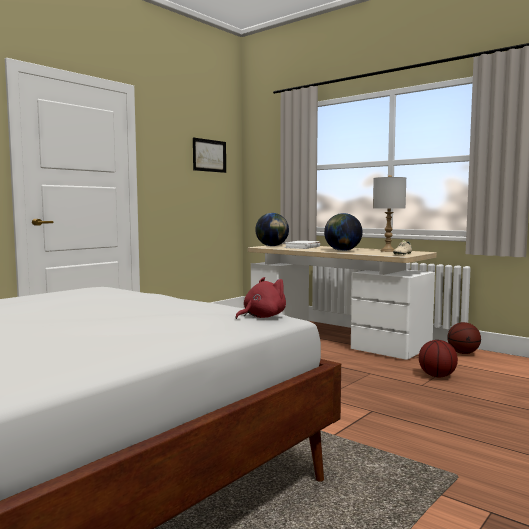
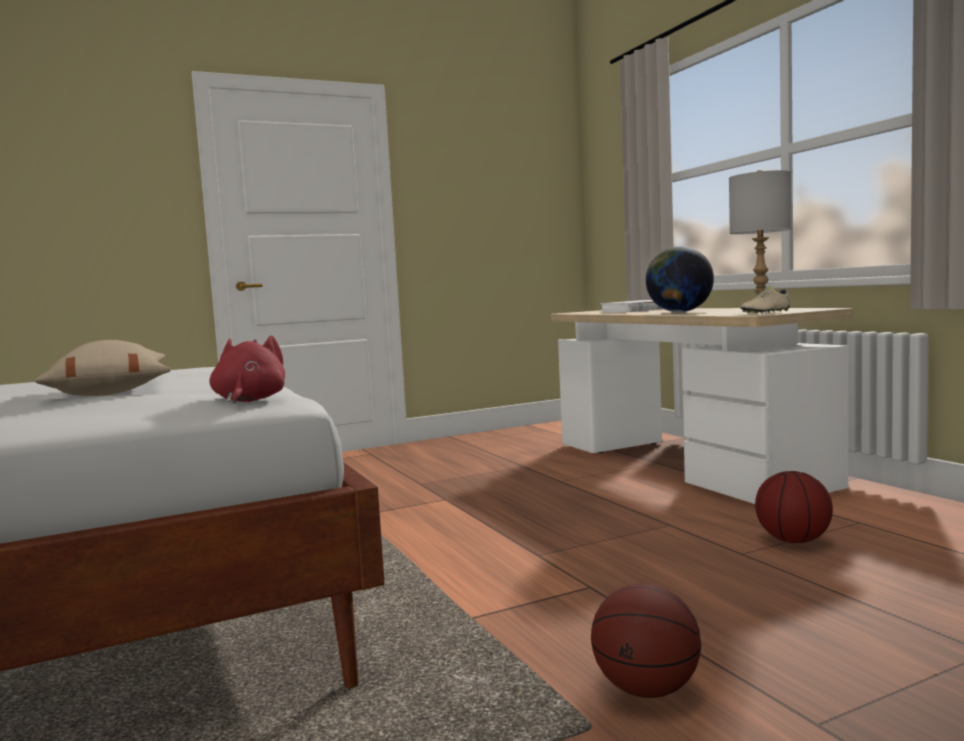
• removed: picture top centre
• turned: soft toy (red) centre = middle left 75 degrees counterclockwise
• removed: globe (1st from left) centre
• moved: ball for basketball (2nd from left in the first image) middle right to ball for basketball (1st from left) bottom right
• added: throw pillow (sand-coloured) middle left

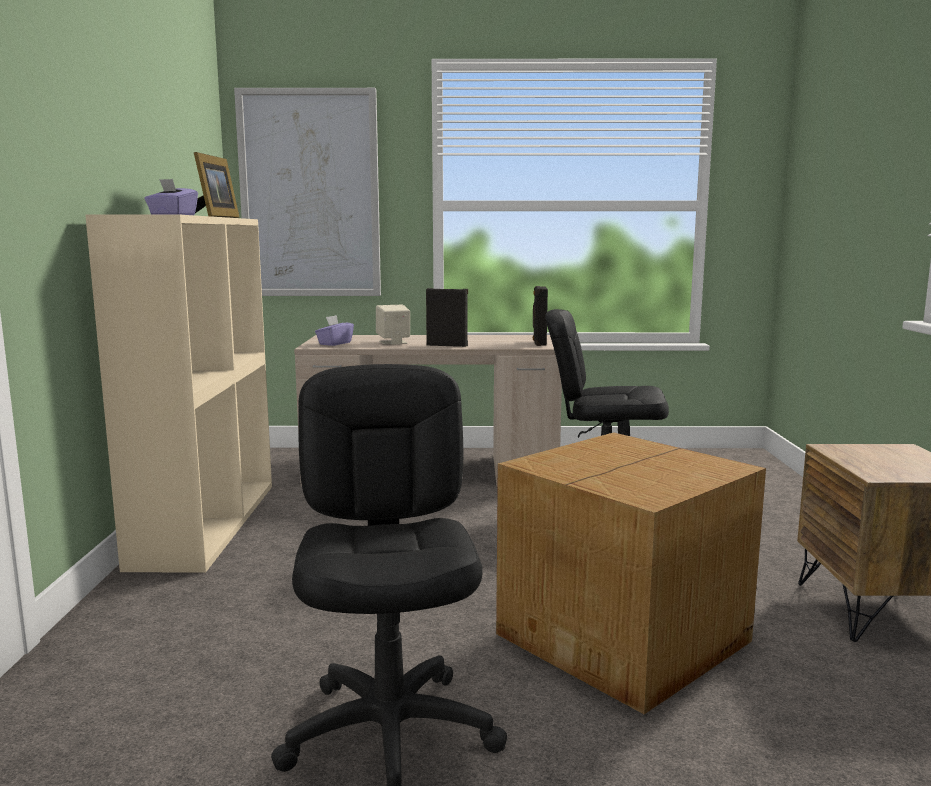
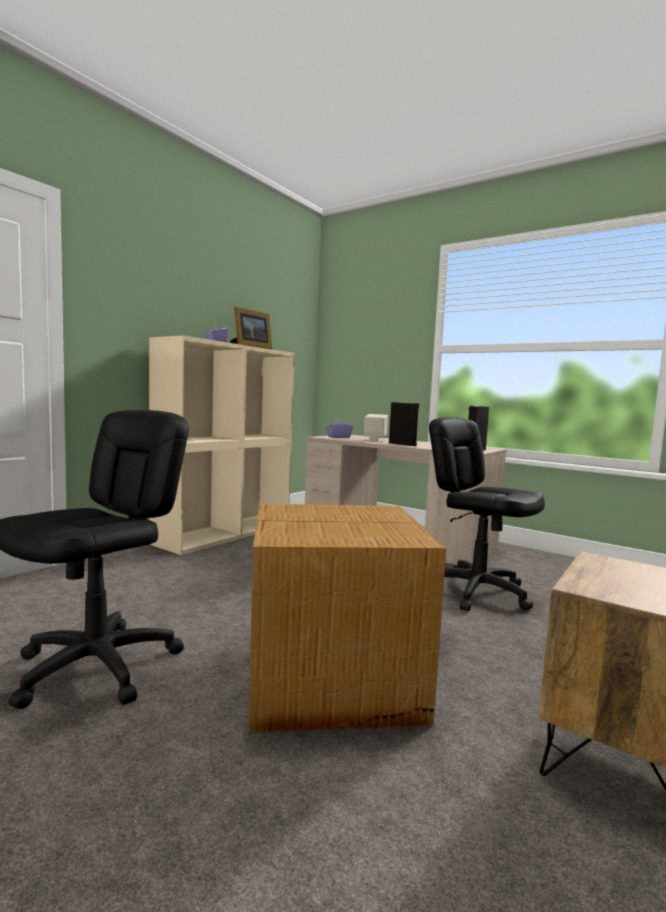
• removed: picture top left

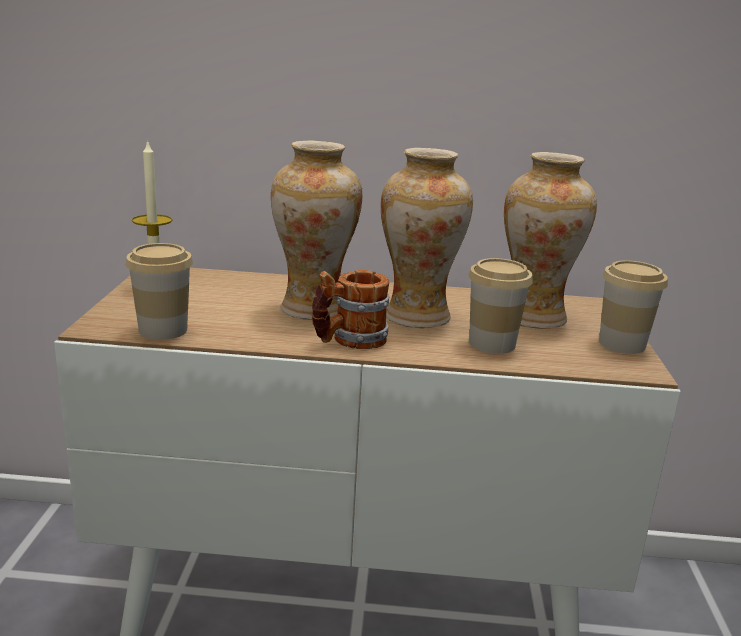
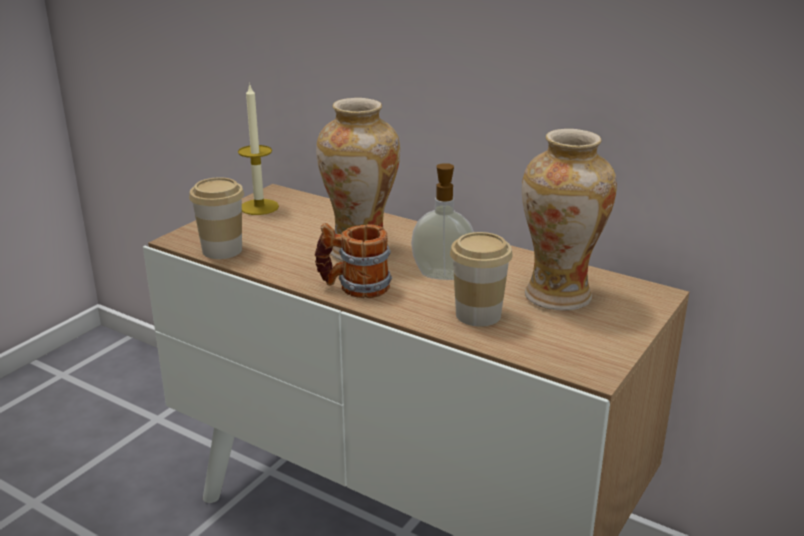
• replaced: flower vase (2nd from left) centre to liquid soap bottle centre
• removed: cup (3rd from left) middle right

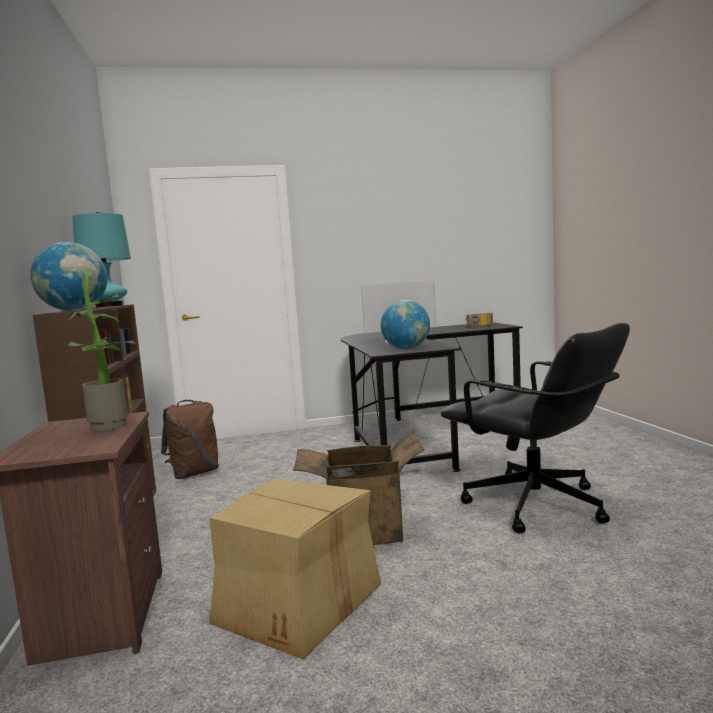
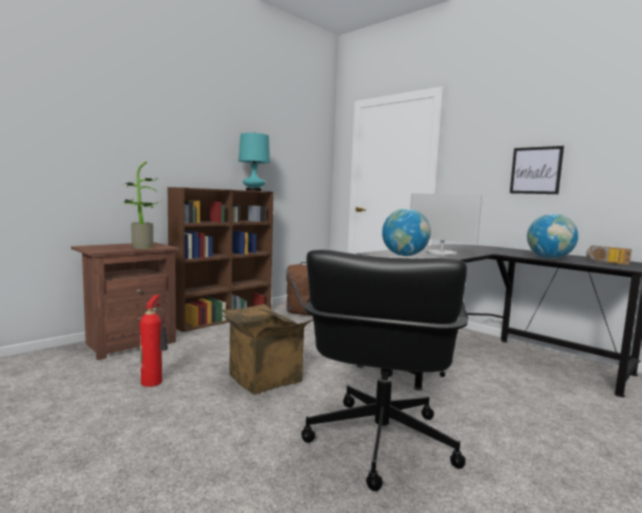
• moved: globe (1st from left in the first image) middle left to globe (2nd from left) middle right
• replaced: cardboard box (1st from left) bottom centre to fire-fighting cylinder middle left
• added: picture top right

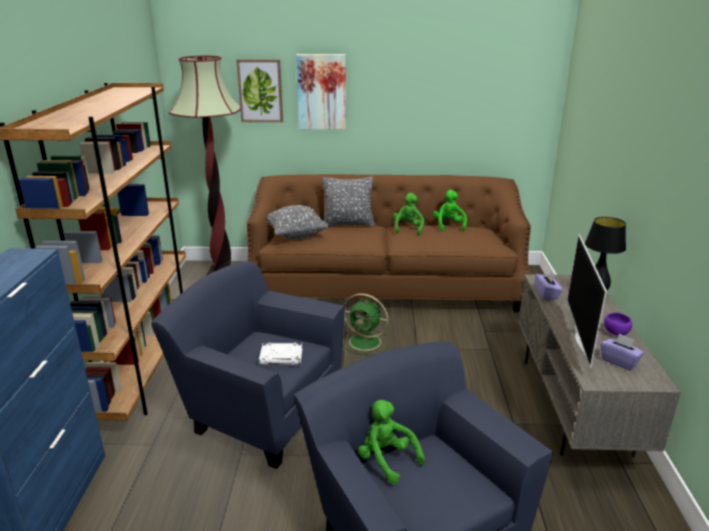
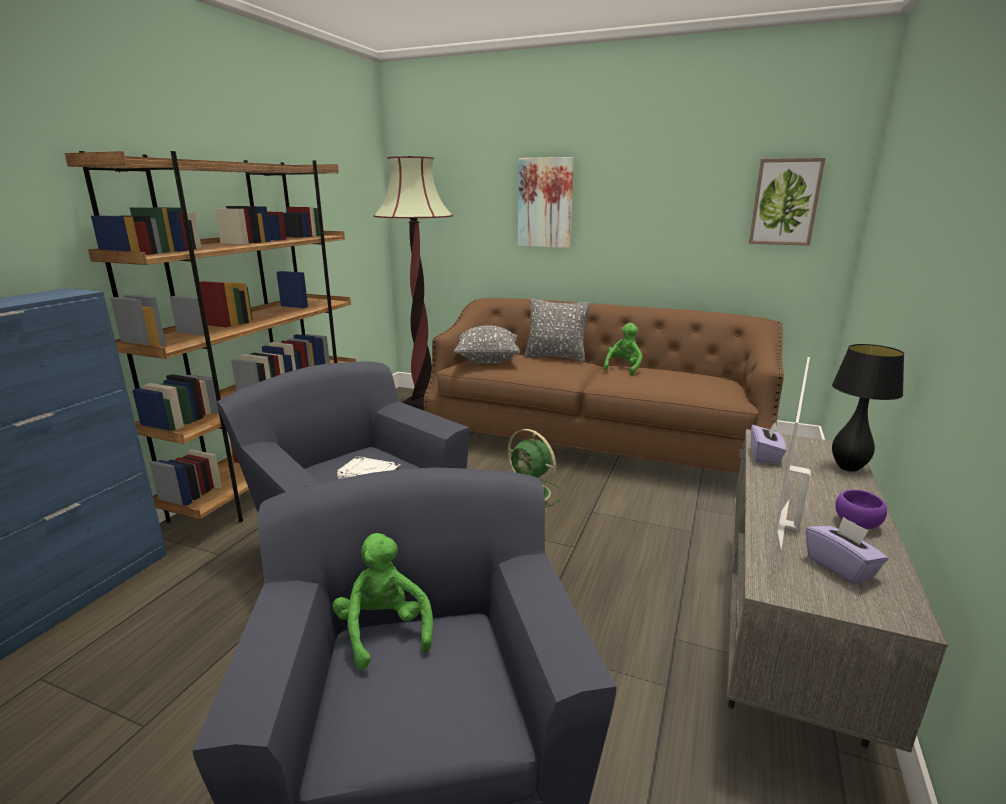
• moved: picture (1st from left in the first image) top centre to picture (2nd from left) top right
• removed: soft toy (green-coloured) (3rd from left) centre

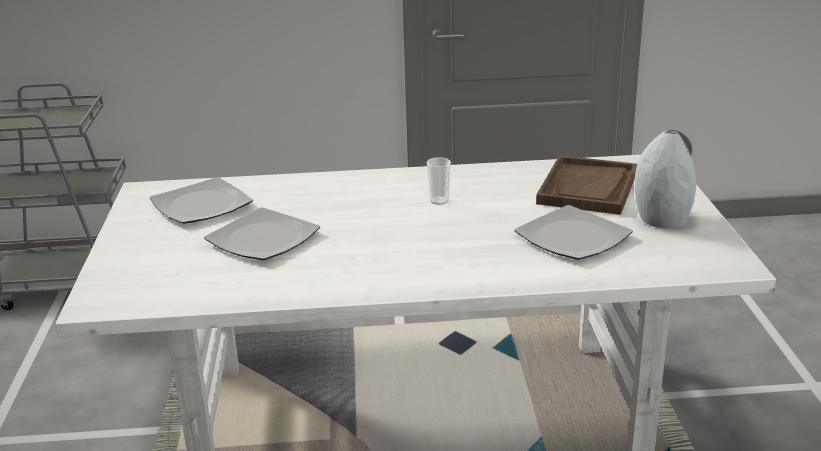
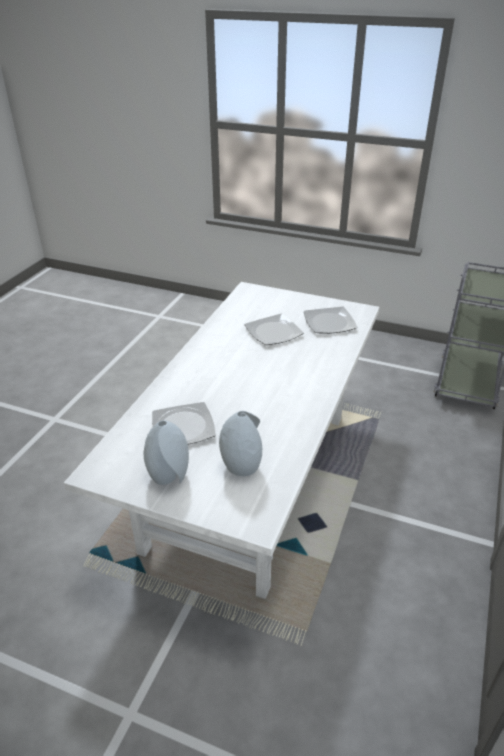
• removed: cup centre
• replaced: carrying tray (brown) middle right to flower vase (greyish) (2nd from left) centre

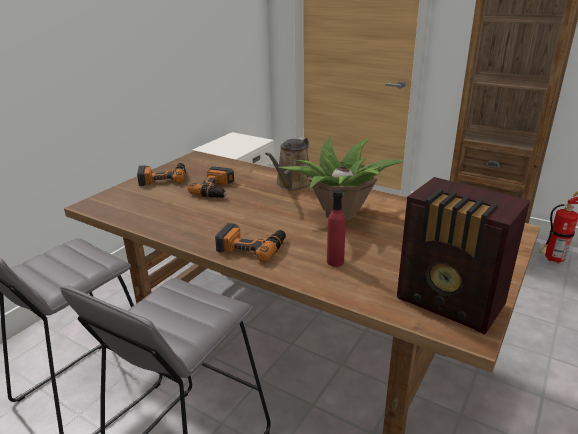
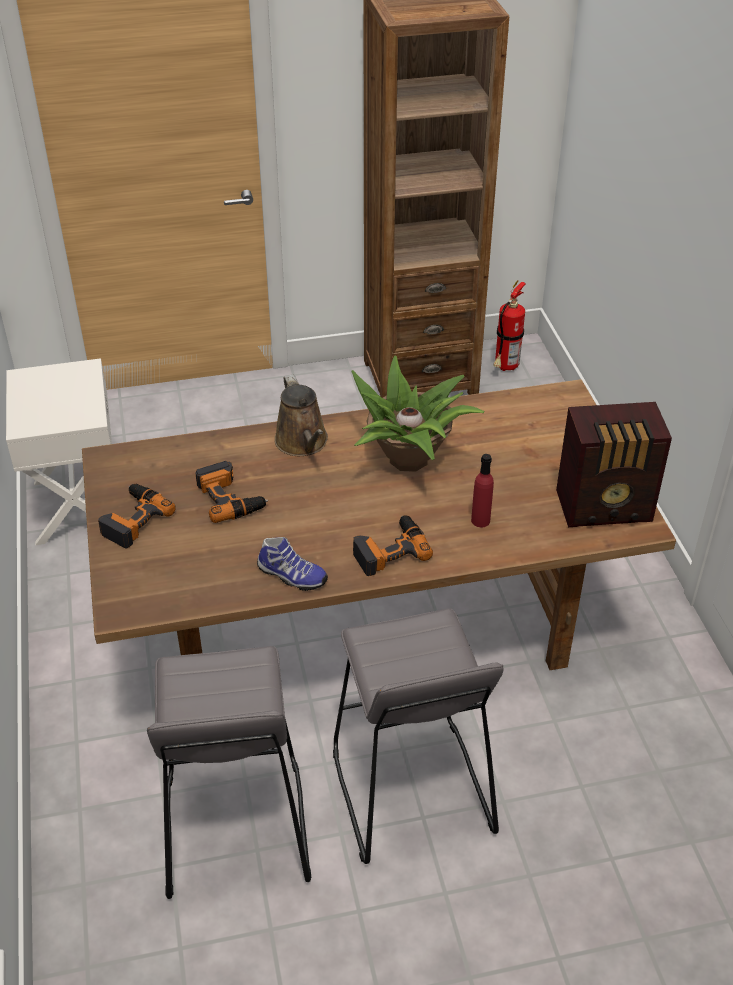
• added: shoe centre

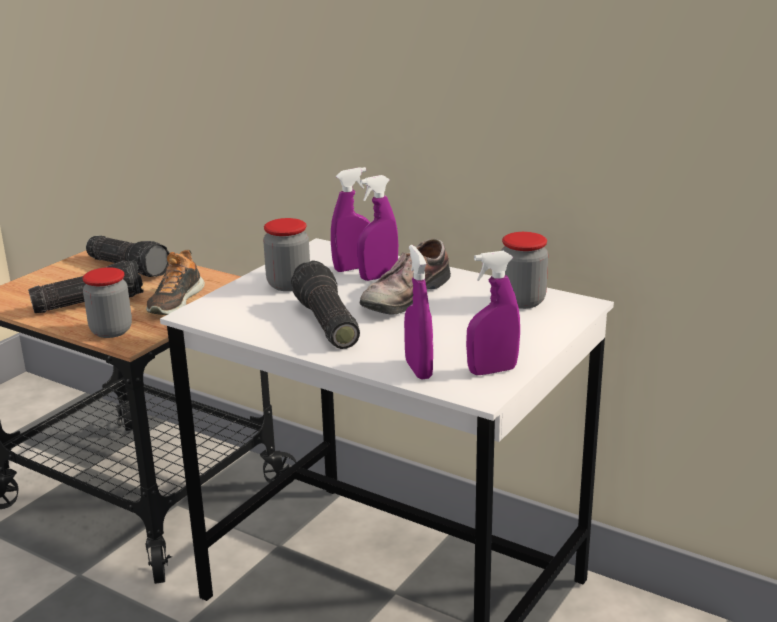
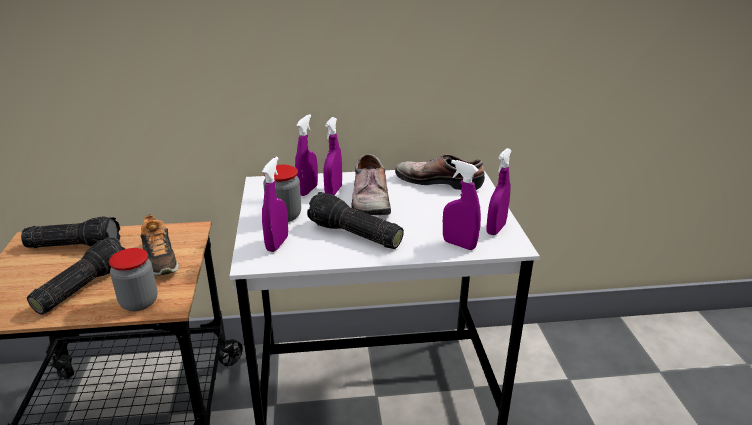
• replaced: storage jar (3rd from left) middle right to shoe (3rd from left) centre
• added: spray bottle (purple) (1st from left) centre

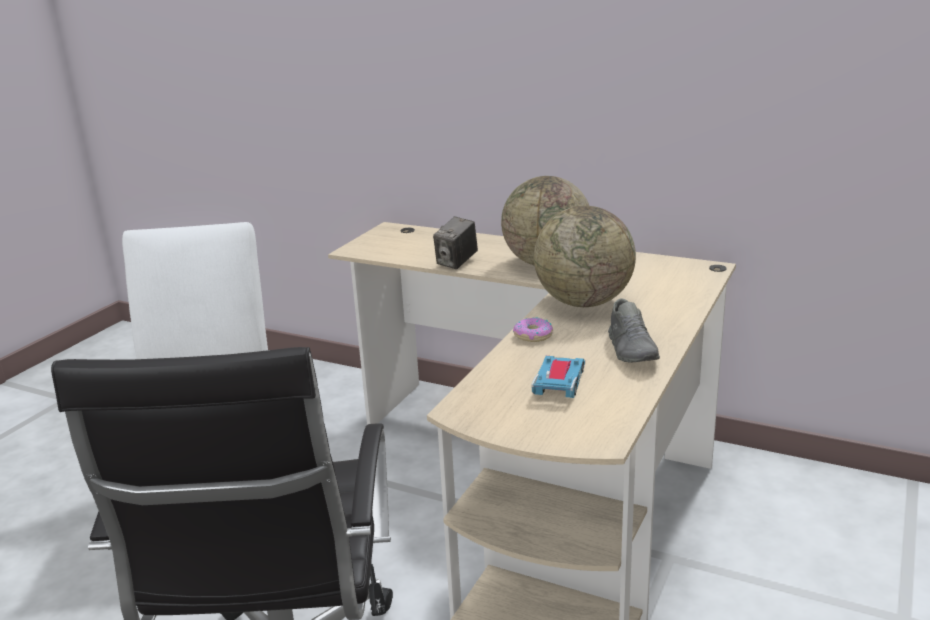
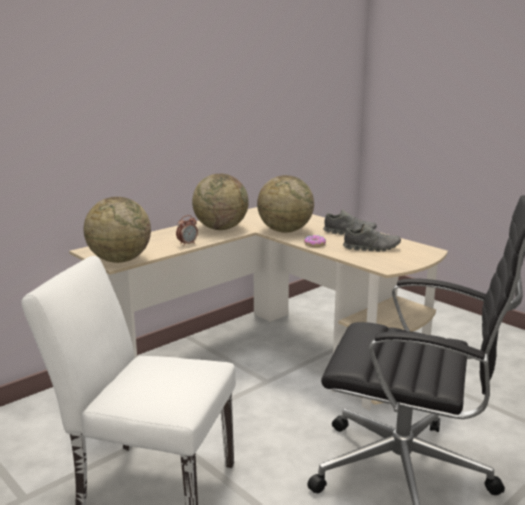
• replaced: still camera centre to table clock centre
• replaced: toy car centre to shoe (greyish) (2nd from left) middle right
• added: globe (1st from left) middle left

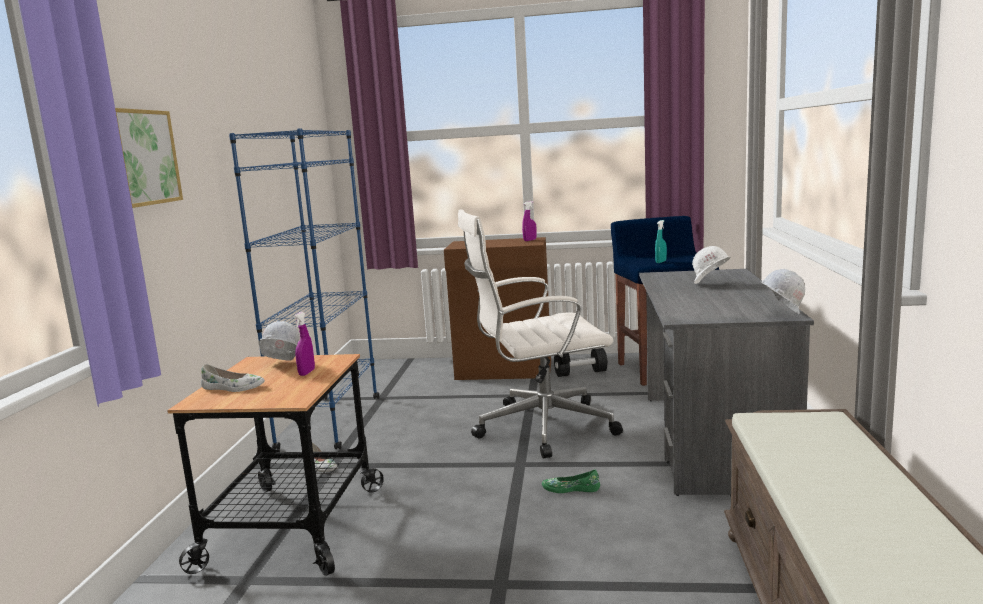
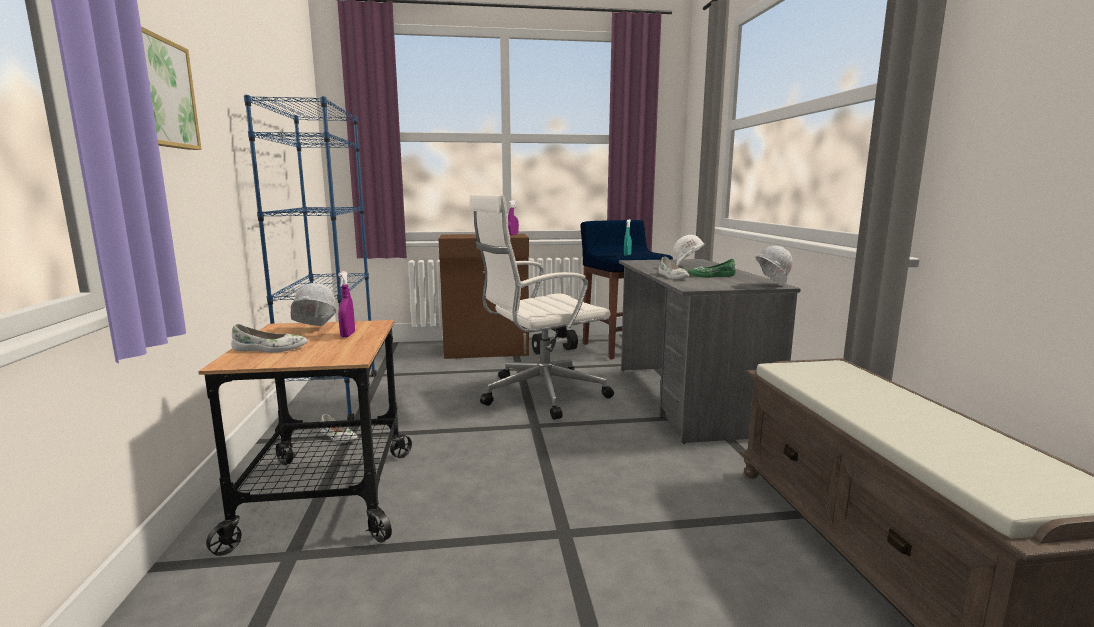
• moved: shoe (green-coloured) bottom centre to centre
• added: shoe (white) (3rd from left) centre

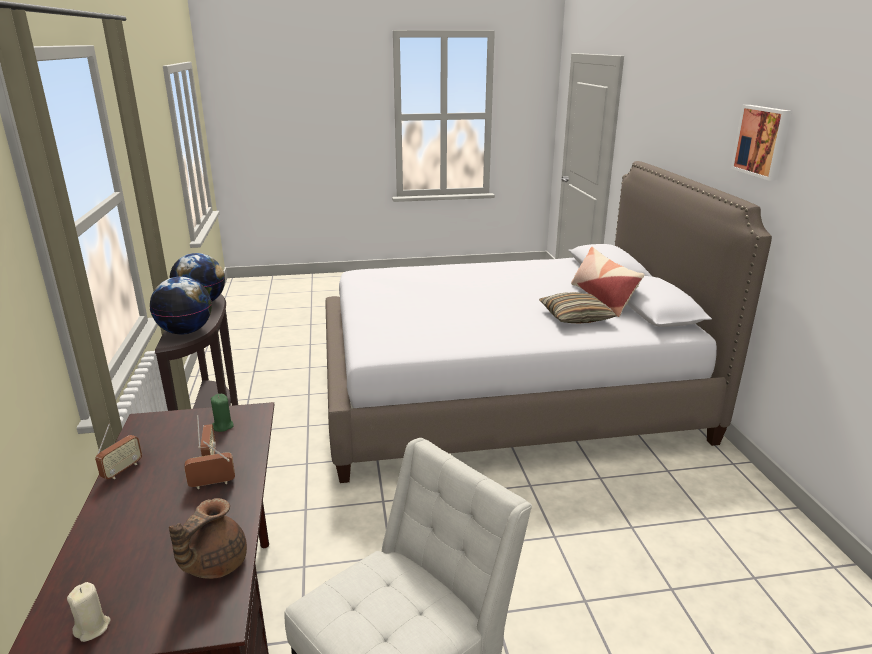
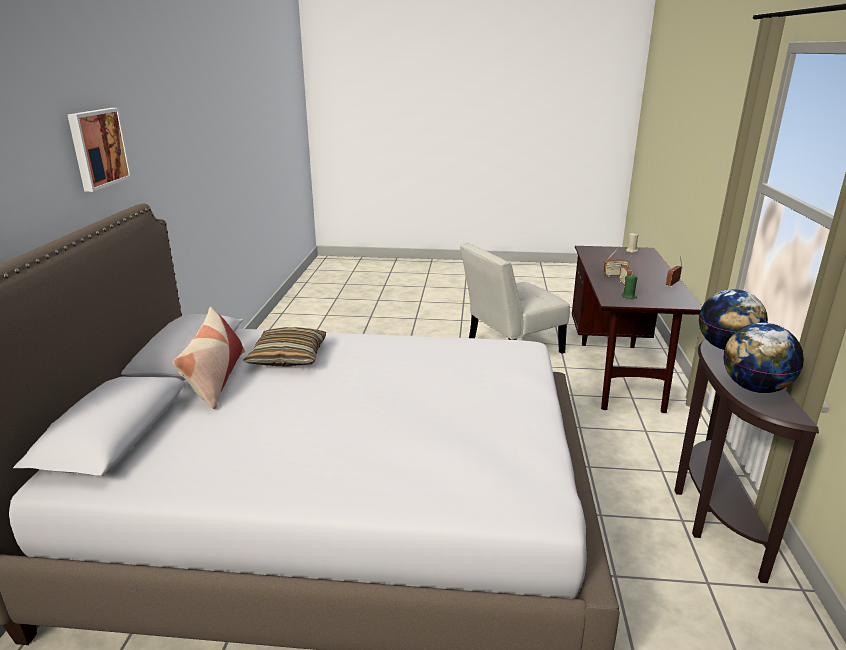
• removed: pot for tea (brown) bottom left

